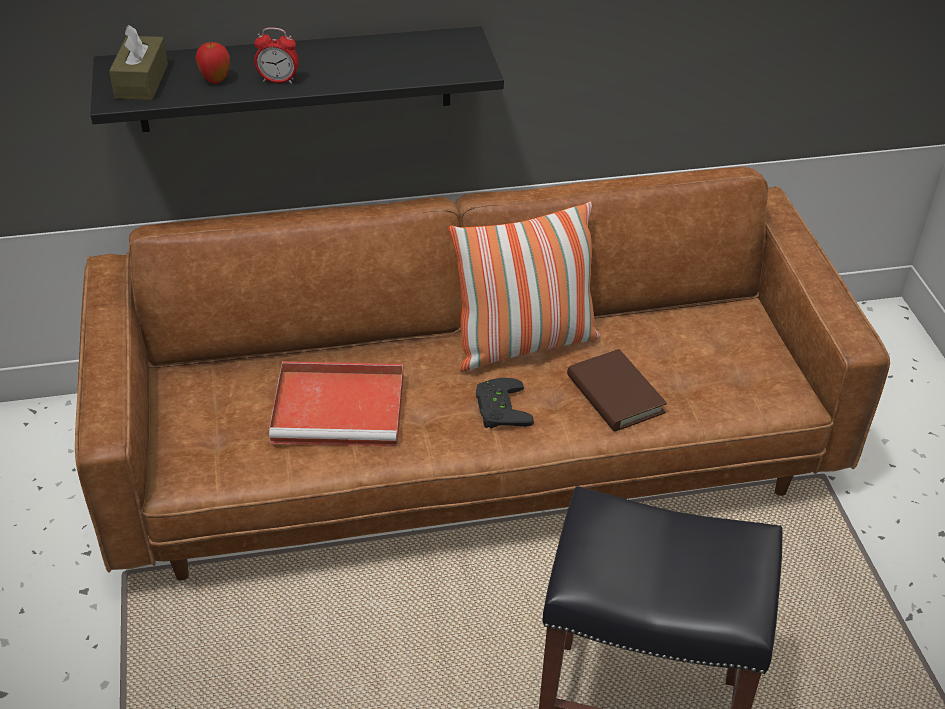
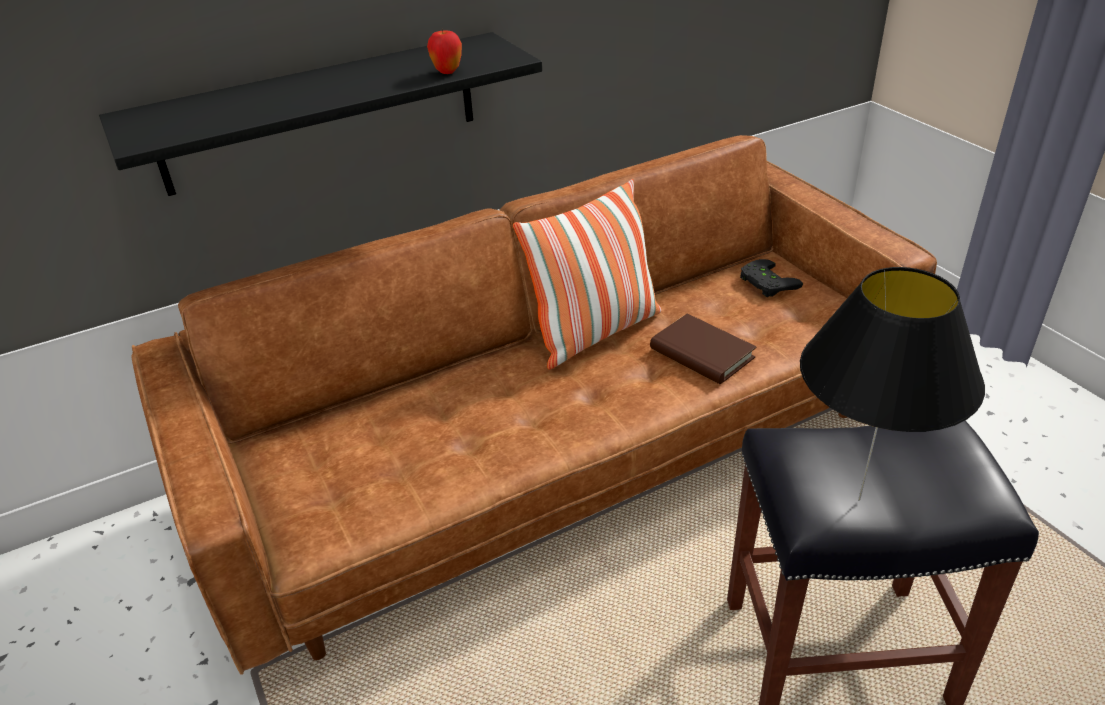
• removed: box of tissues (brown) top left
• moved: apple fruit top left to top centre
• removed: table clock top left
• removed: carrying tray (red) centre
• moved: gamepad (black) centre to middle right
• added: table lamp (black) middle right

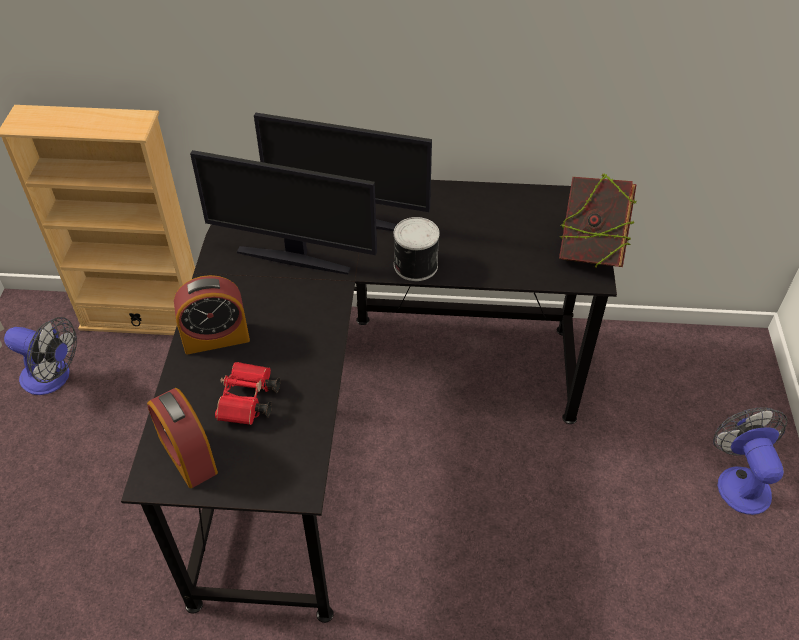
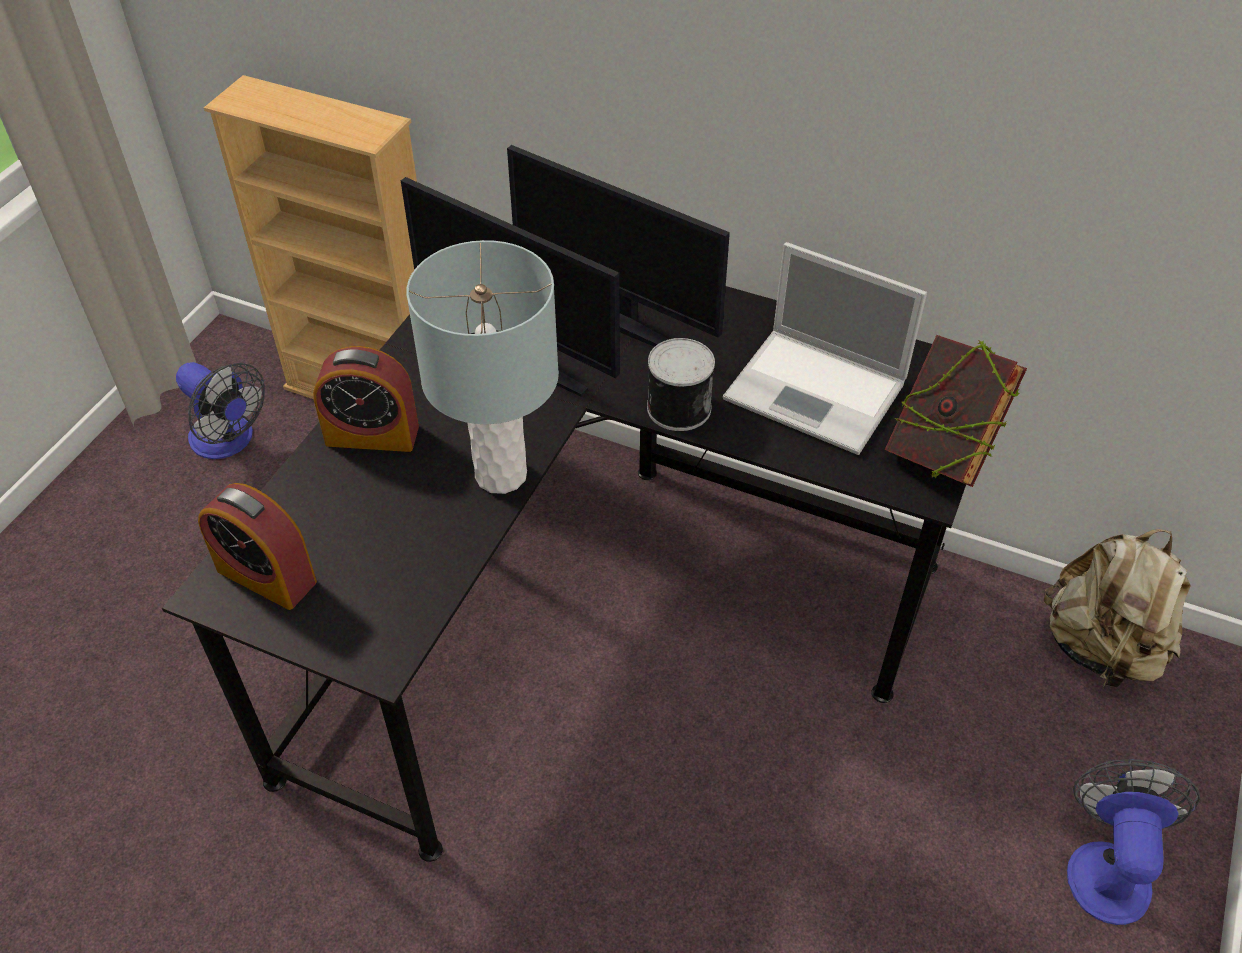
• turned: table clock (1st from left) bottom left = middle left 45 degrees counterclockwise
• removed: binoculars (red) middle left
• added: table lamp (greyish) centre
• added: portable computer centre
• added: backpack (sand-coloured) middle right

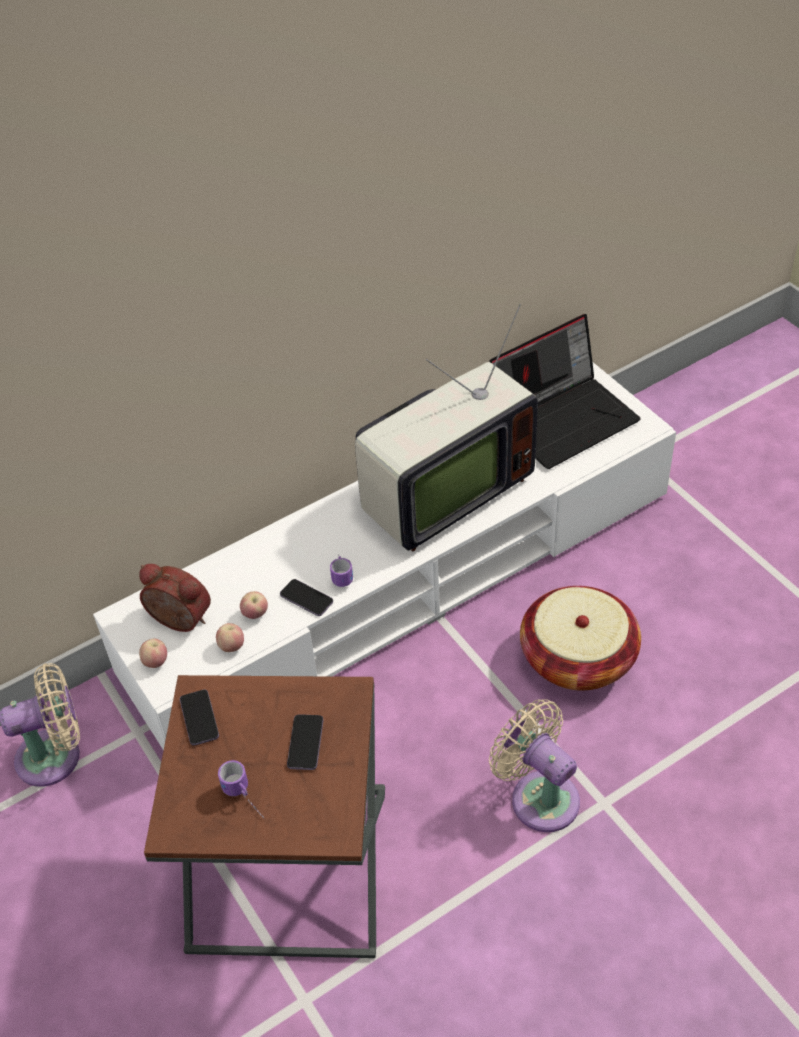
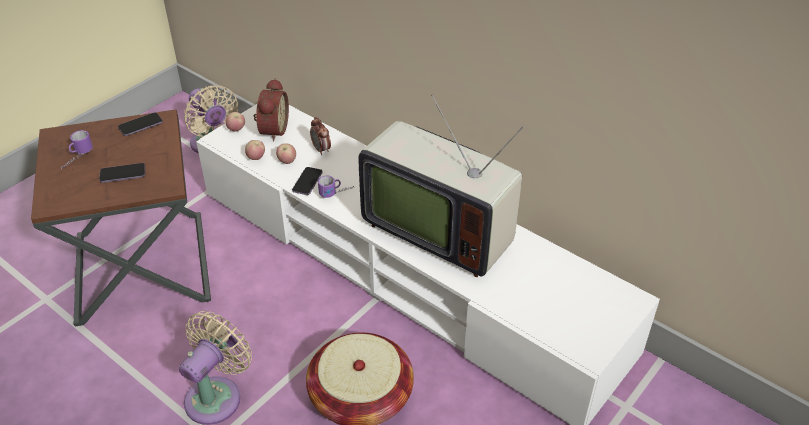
• removed: portable computer middle right
• added: table clock (2nd from left) top centre

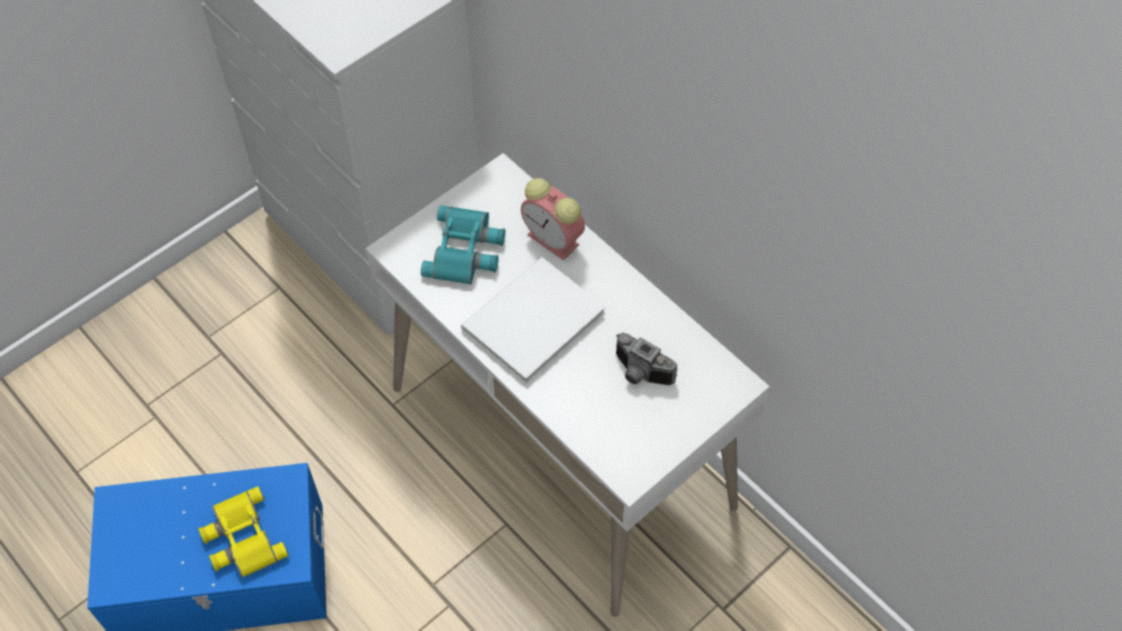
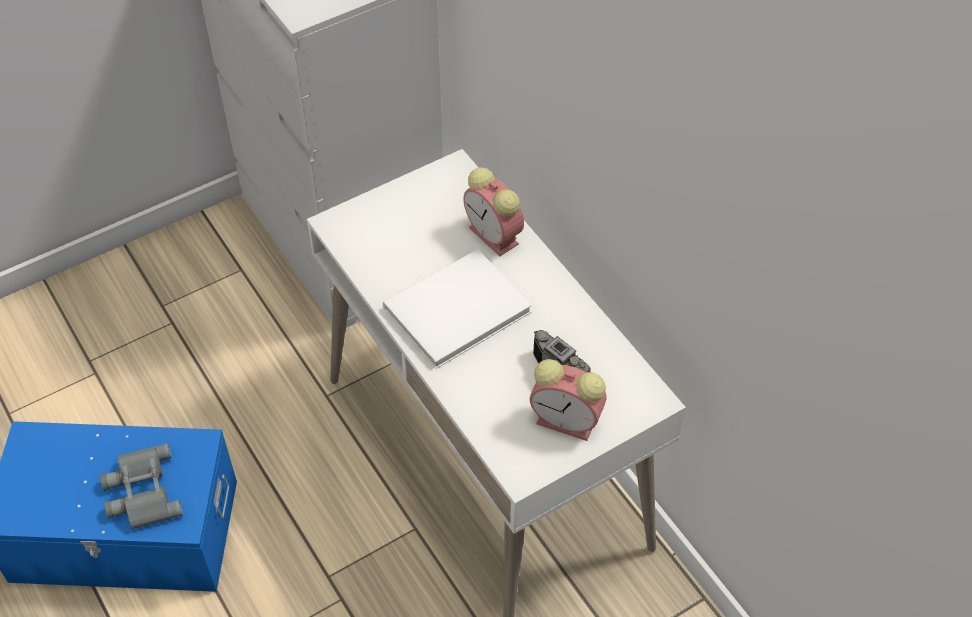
• recoloured: binoculars (yellowish) bottom left to binoculars (greyish) bottom left
• removed: binoculars (turquoise-coloured) centre
• added: table clock (2nd from left) centre

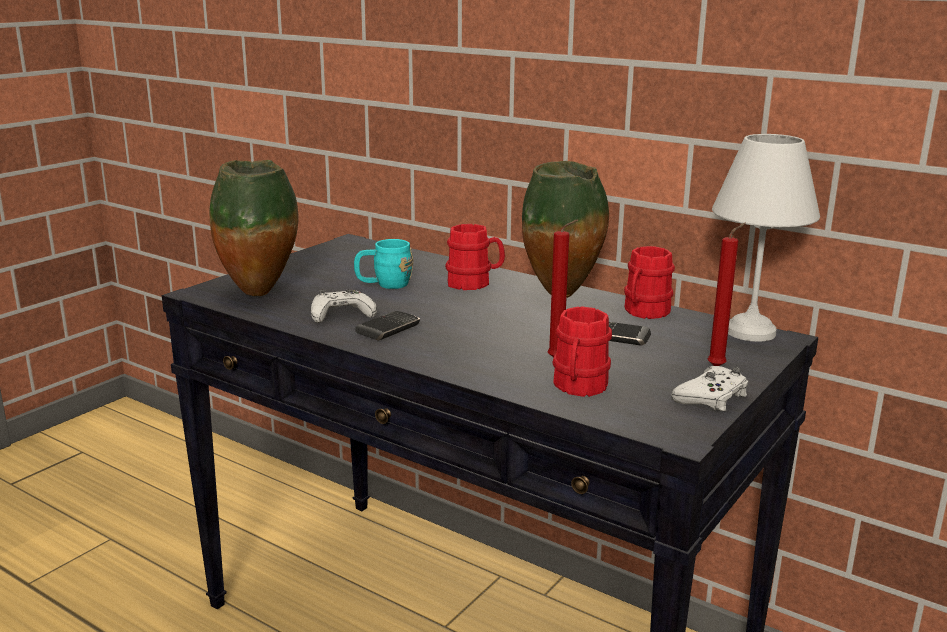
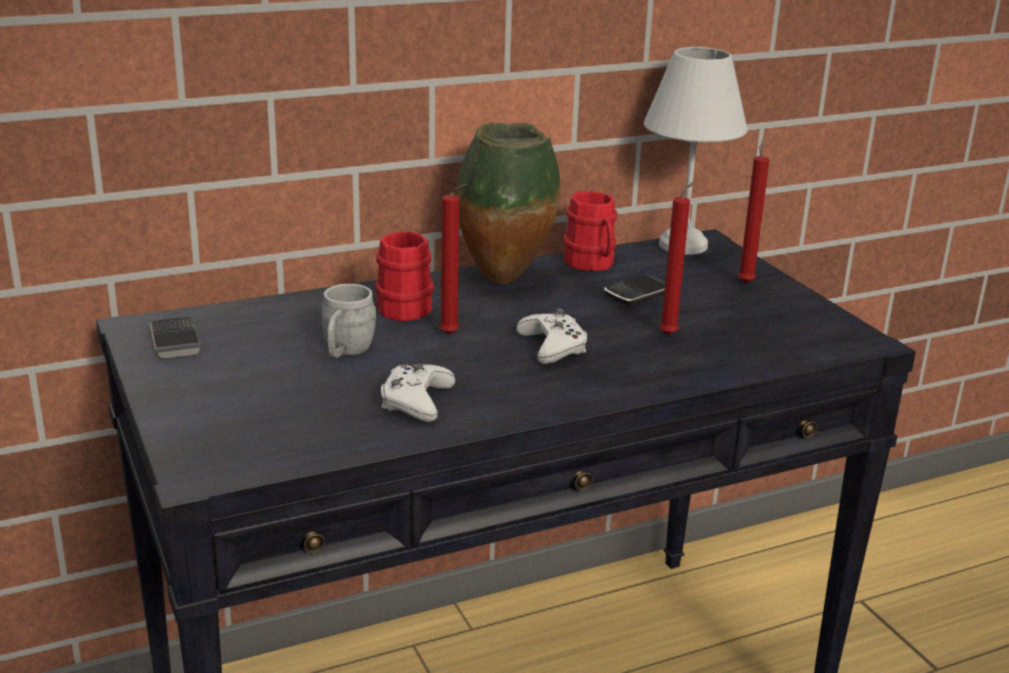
• removed: flower vase (1st from left) middle left
• recoloured: mug (turquoise-coloured) centre to mug (greyish) centre
• moved: handset (1st from left) centre to middle left
• removed: mug (red) (2nd from left) centre
• moved: gamepad (white) (2nd from left) middle right to centre
• added: wax candle (red) (1st from left) centre

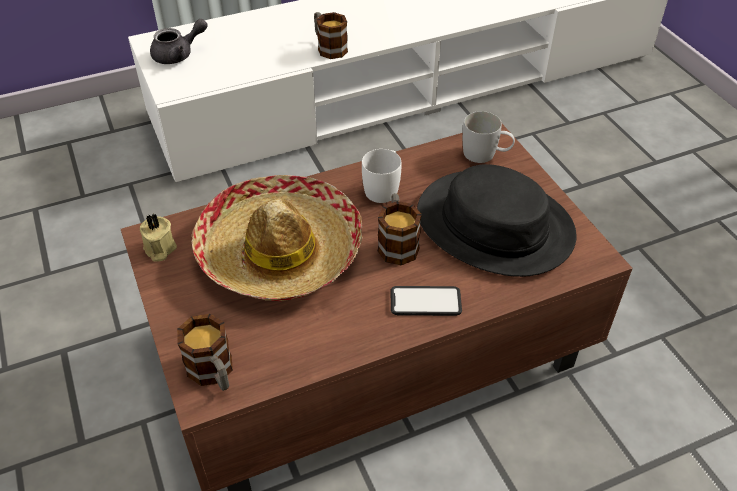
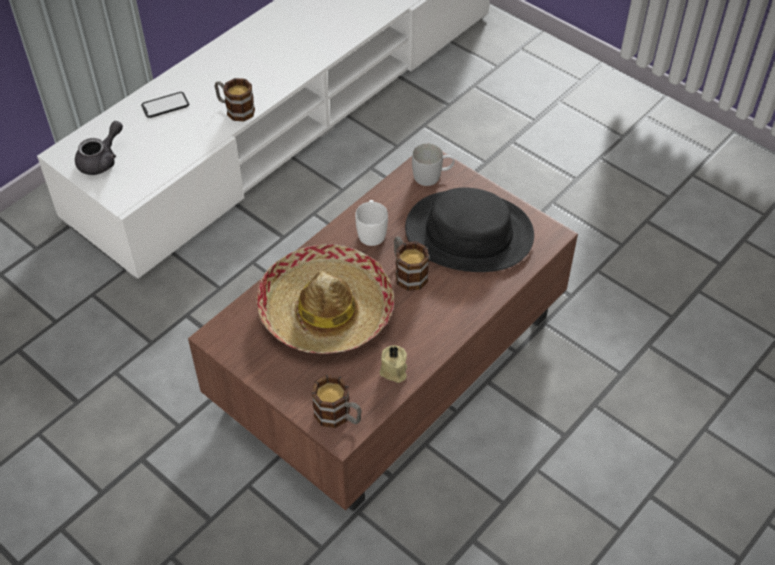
• moved: wax candle (sand-coloured) middle left to centre
• moved: handset centre to top left

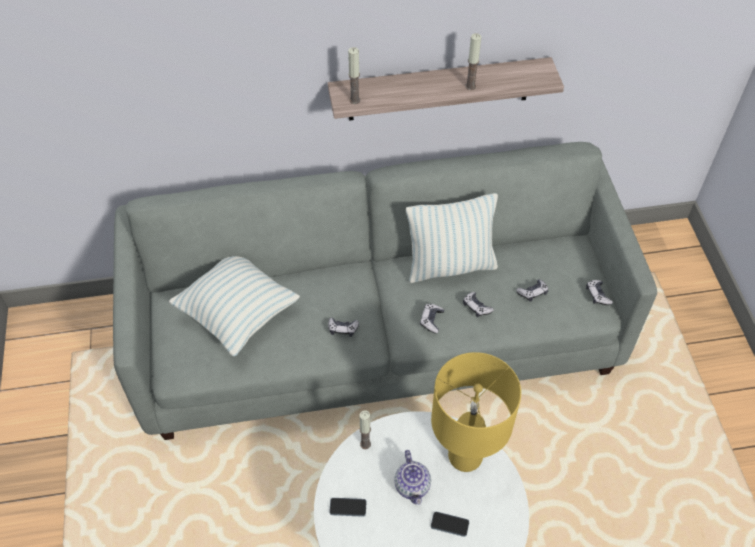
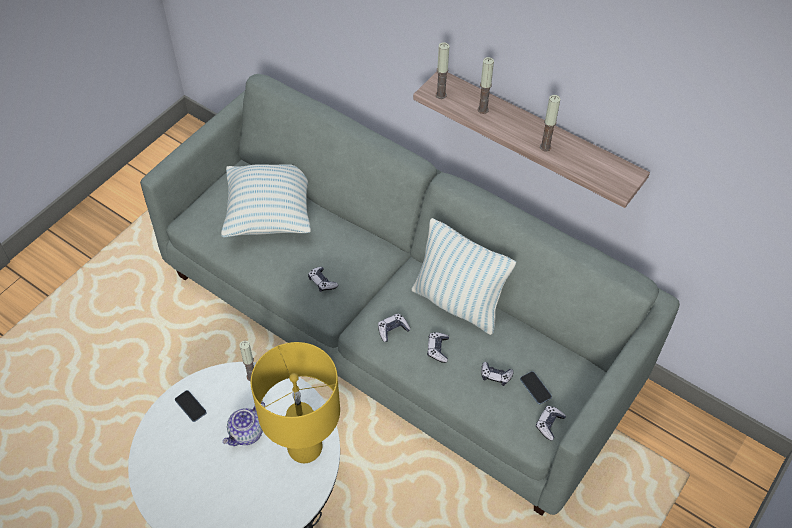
• moved: handset (2nd from left) bottom centre to bottom right
• added: wax candle (3rd from left) top centre

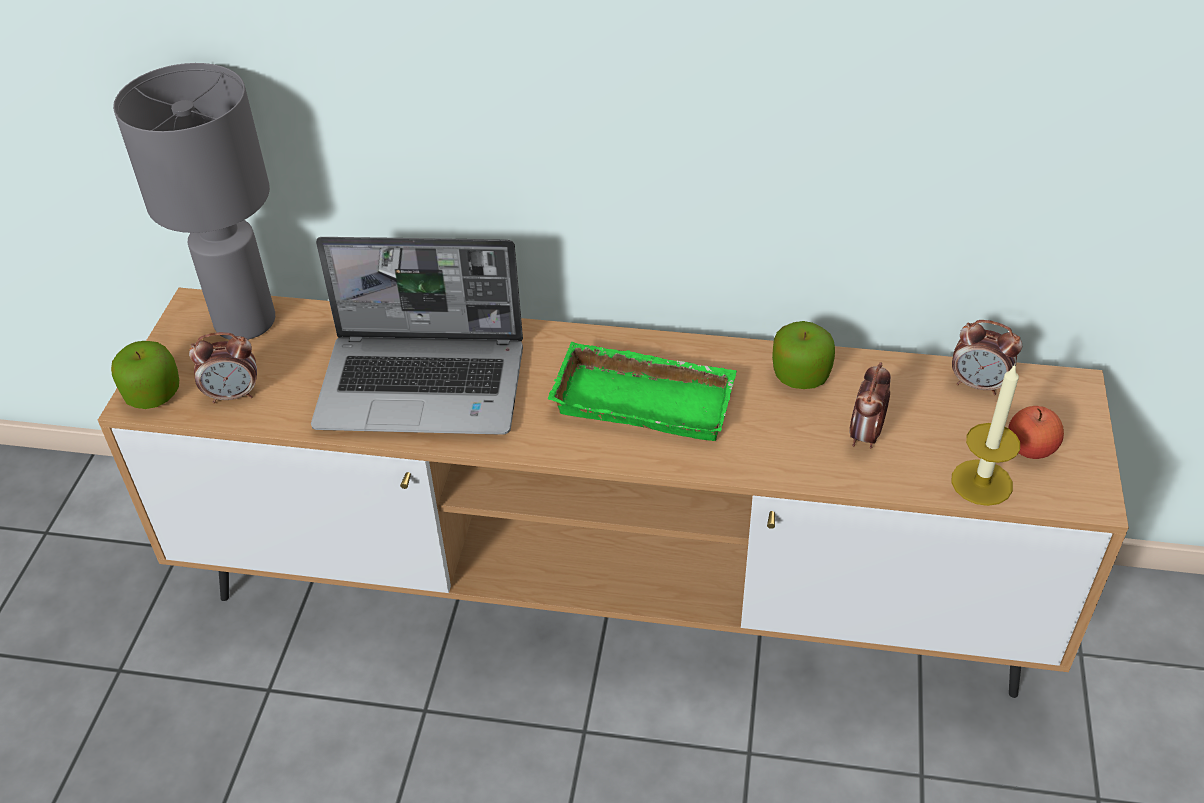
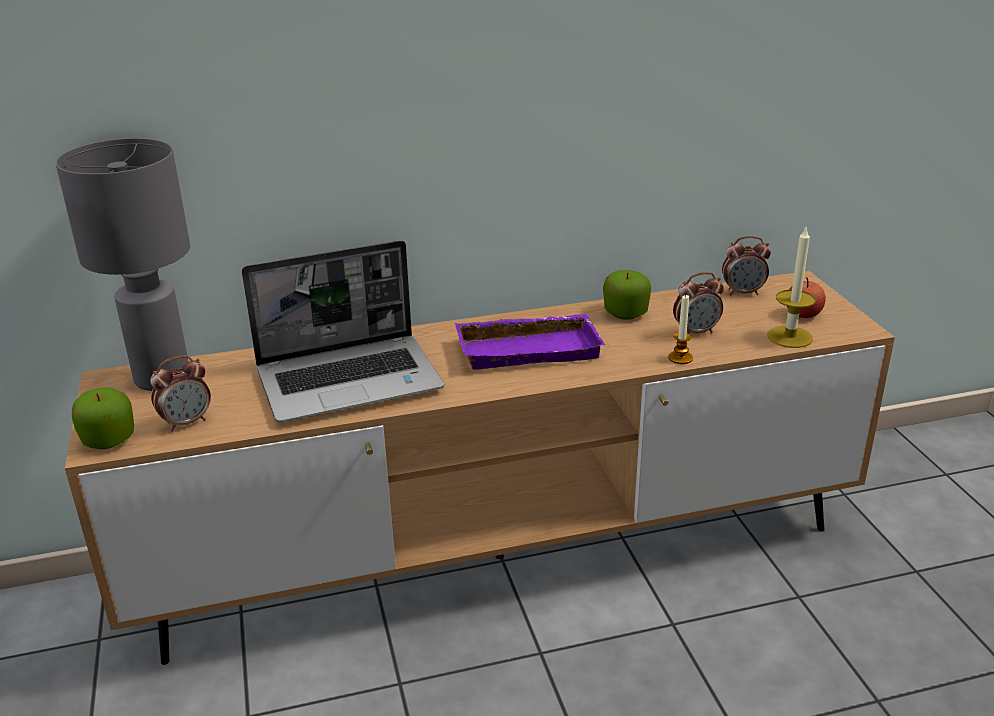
• recoloured: carrying tray (green-coloured) centre to carrying tray (purple) centre
• turned: table clock (2nd from left) middle right = middle right 105 degrees counterclockwise
• added: wax candle (1st from left) middle right

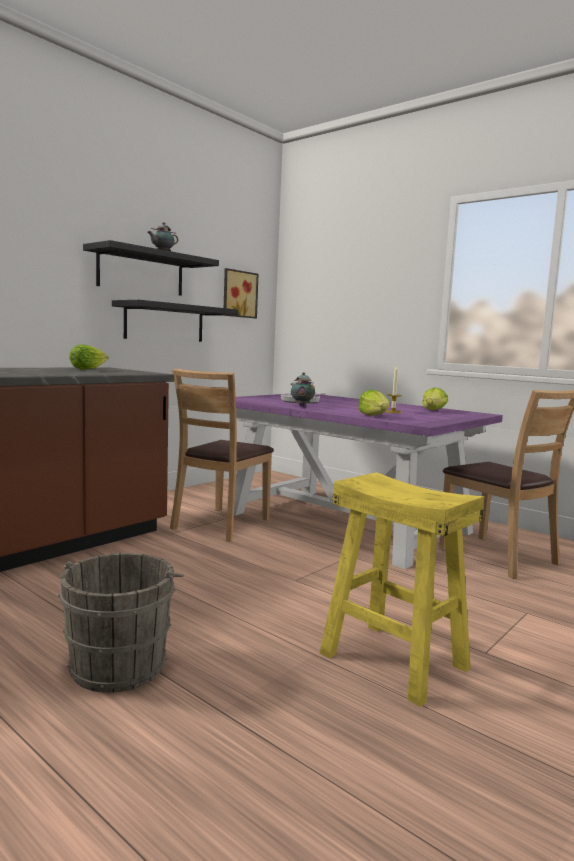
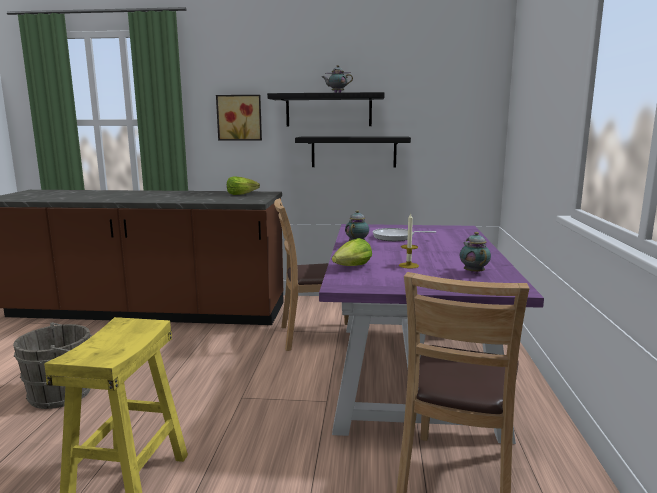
• moved: picture centre to top centre
• replaced: lettuce (3rd from left) middle right to pot for tea (3rd from left) middle right

